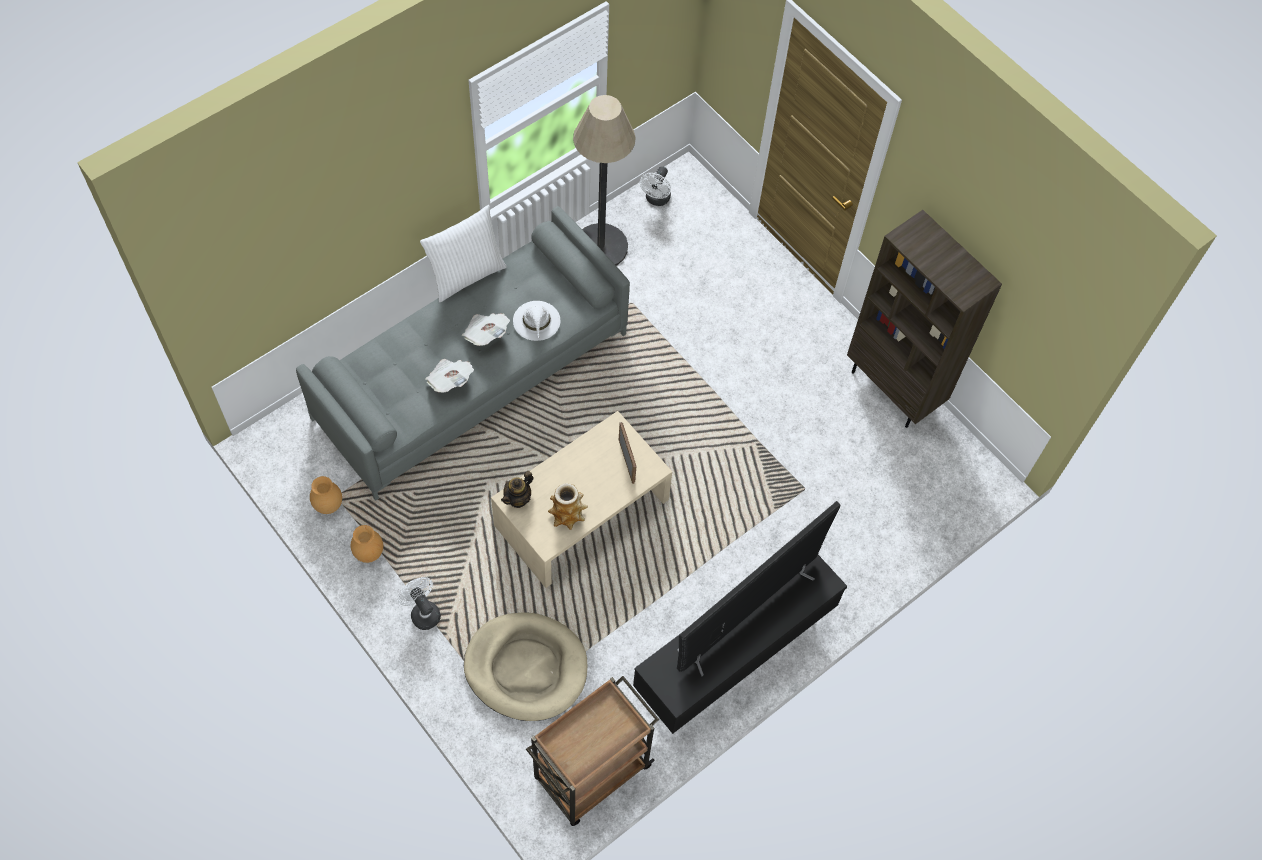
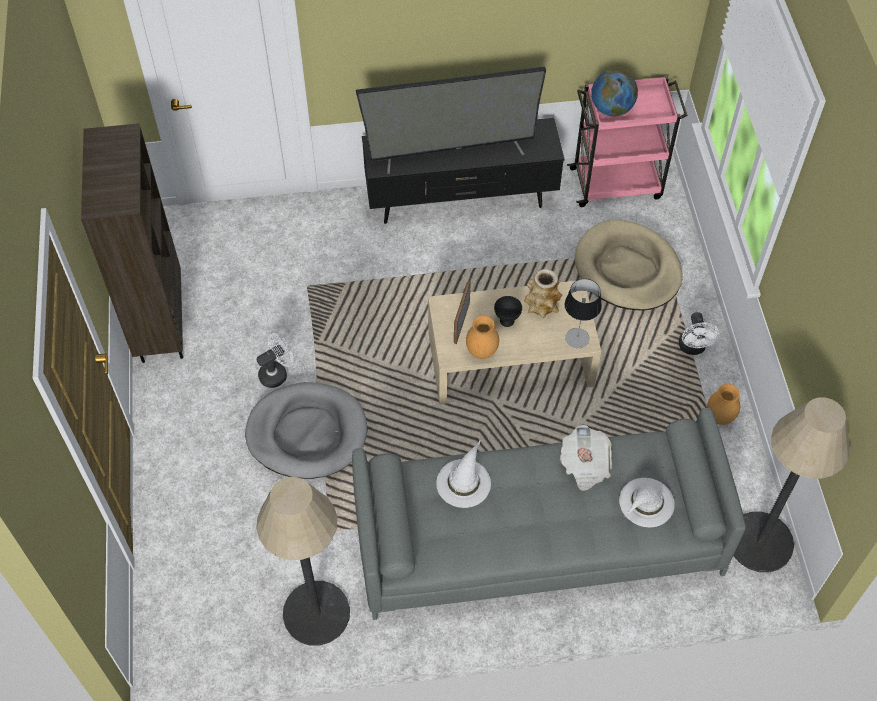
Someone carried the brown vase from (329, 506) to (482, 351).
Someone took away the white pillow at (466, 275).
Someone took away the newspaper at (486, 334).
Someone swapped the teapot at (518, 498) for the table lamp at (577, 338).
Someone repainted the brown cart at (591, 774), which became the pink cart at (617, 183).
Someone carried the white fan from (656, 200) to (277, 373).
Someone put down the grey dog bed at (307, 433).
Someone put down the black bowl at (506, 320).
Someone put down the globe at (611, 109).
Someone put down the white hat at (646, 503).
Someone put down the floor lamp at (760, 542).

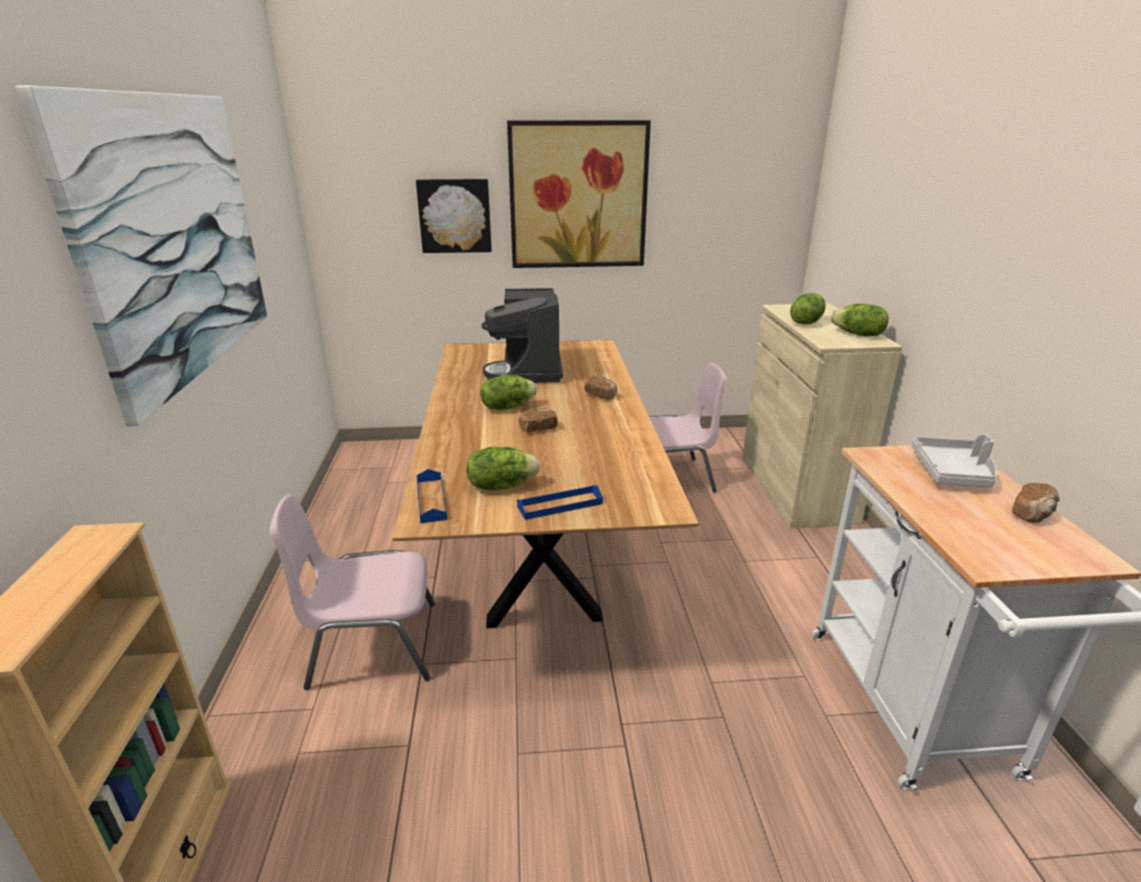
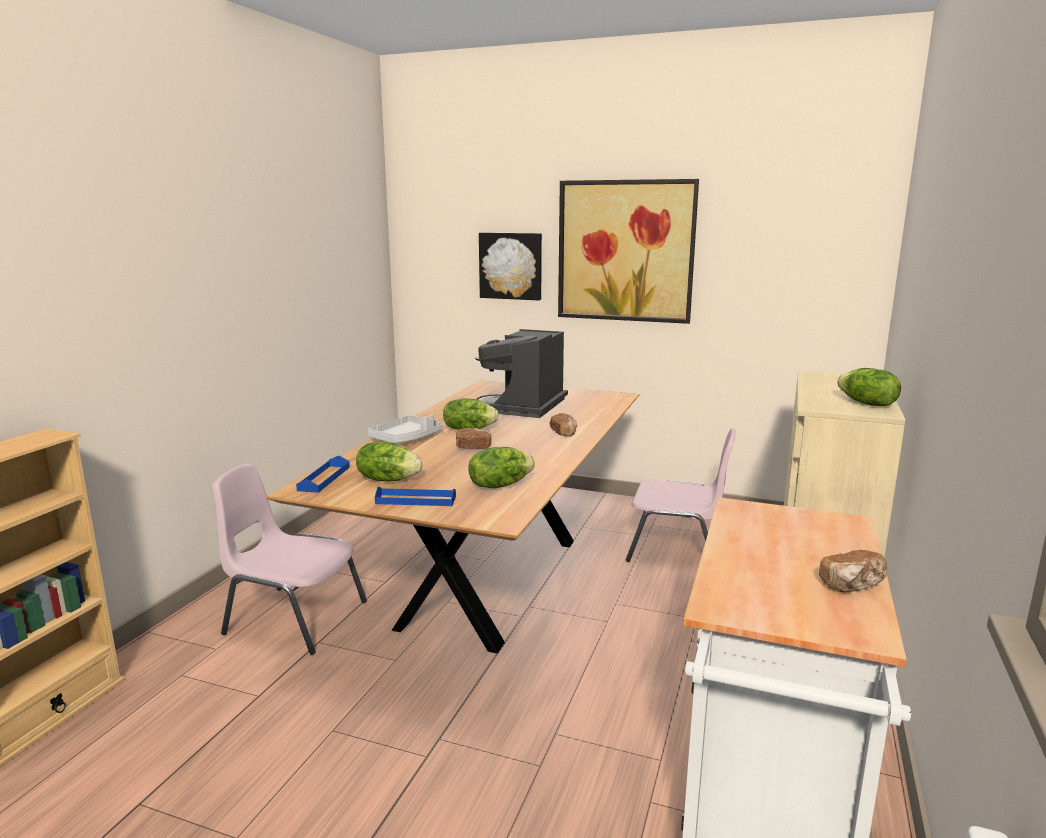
Someone took away the picture at (175, 237).
Someone carried the lettuce from (806, 322) to (499, 485).
Someone carried the grey tray from (953, 472) to (406, 438).

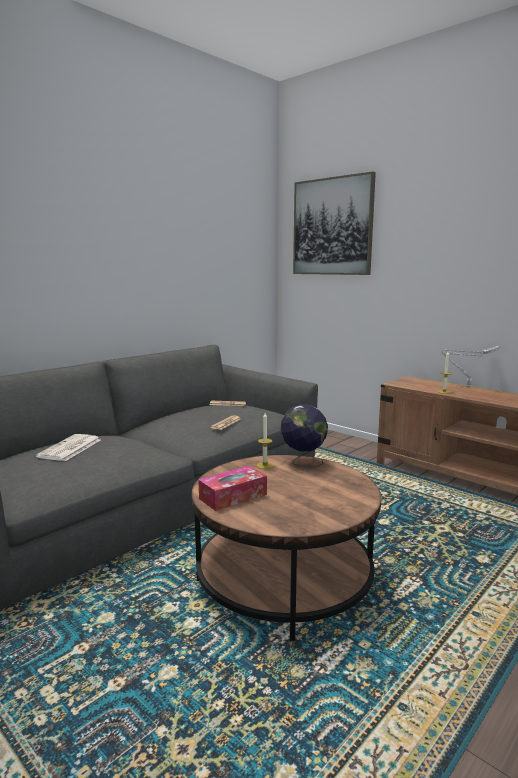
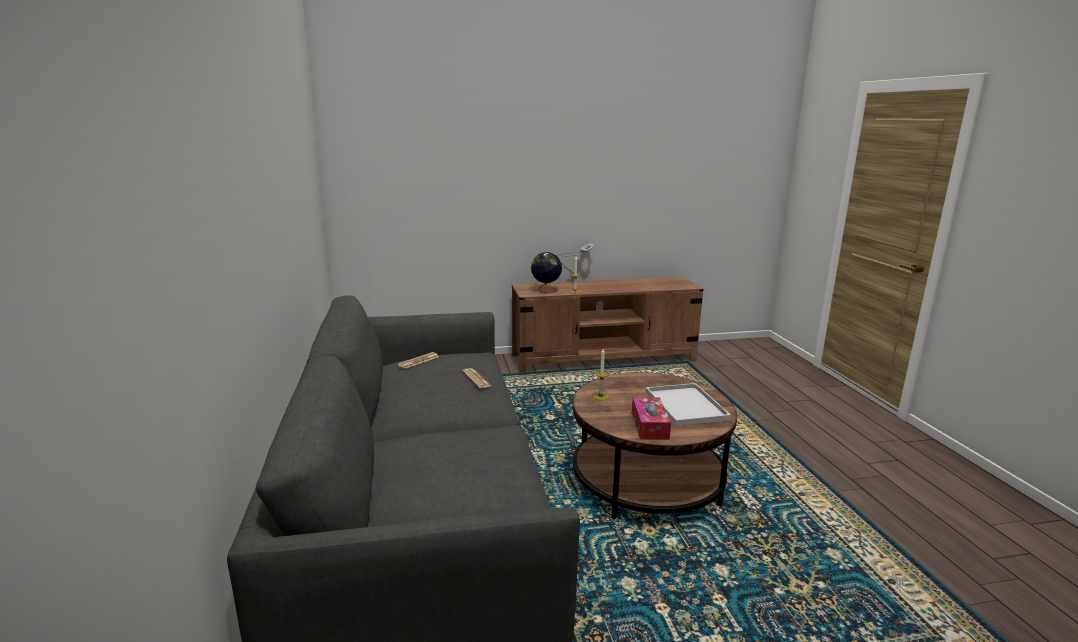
Someone took away the newspaper at (70, 448).
Someone carried the globe from (303, 462) to (546, 290).
Someone took away the picture at (332, 227).
Someone put down the white tray at (684, 405).

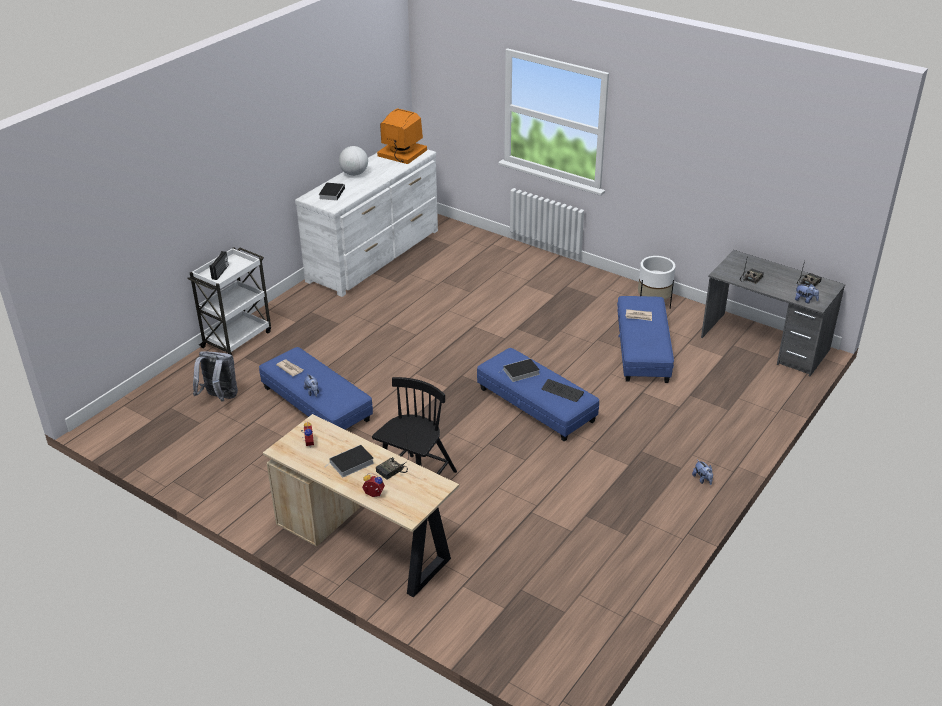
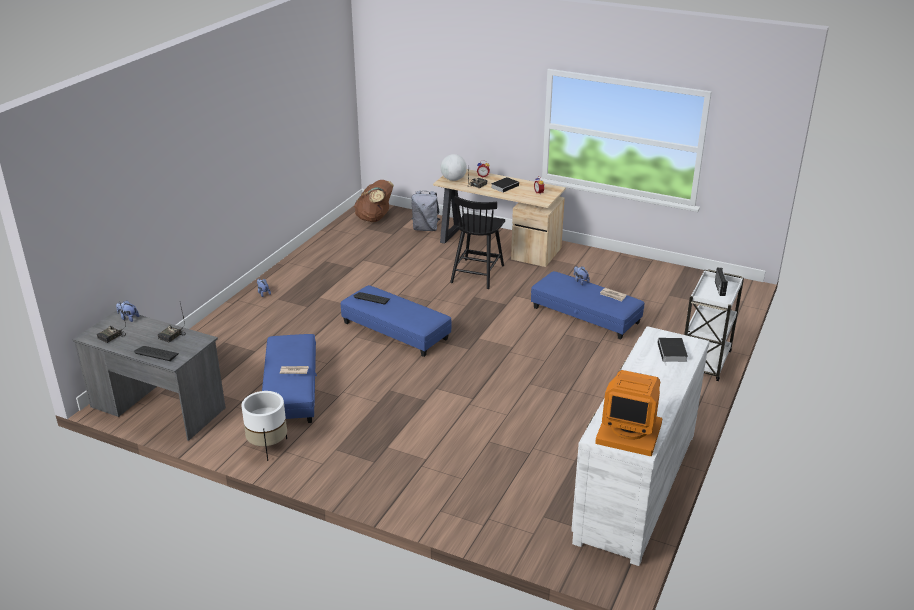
Someone carried the grey backpack from (219, 398) to (425, 229).
Someone carried the globe from (354, 174) to (453, 179).
Someone took away the book at (520, 372).
Someone put down the keyboard at (156, 354).
Someone put down the brown backpack at (375, 219).

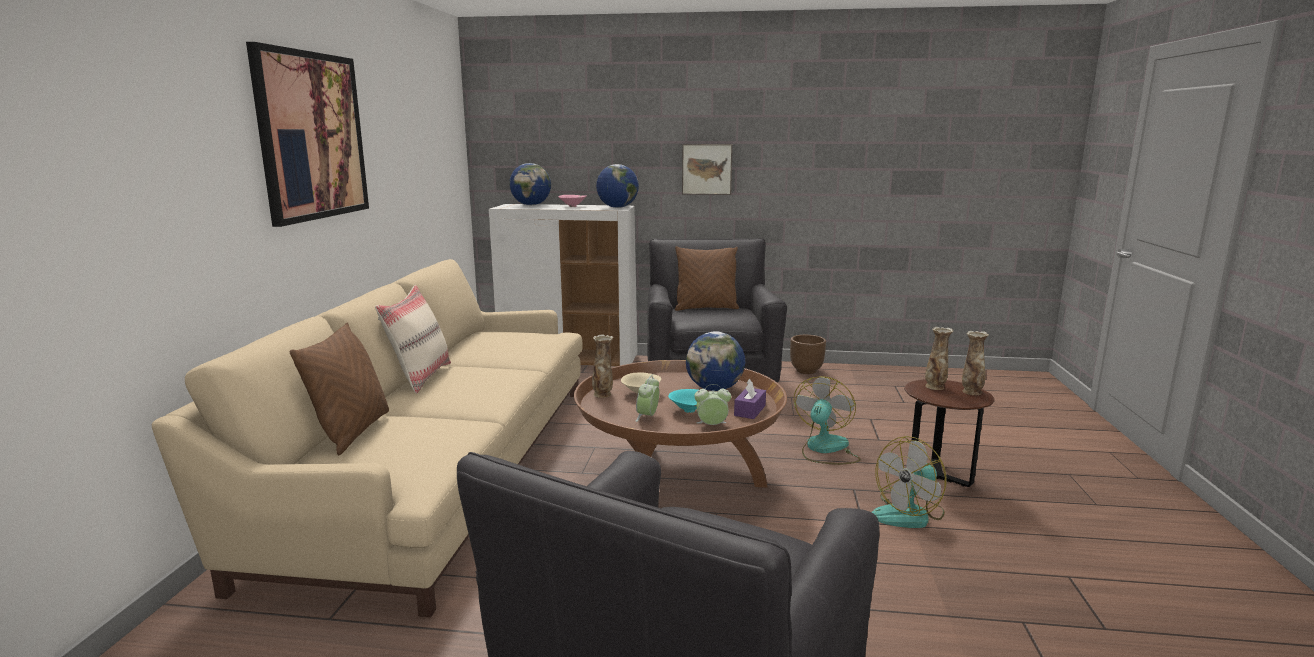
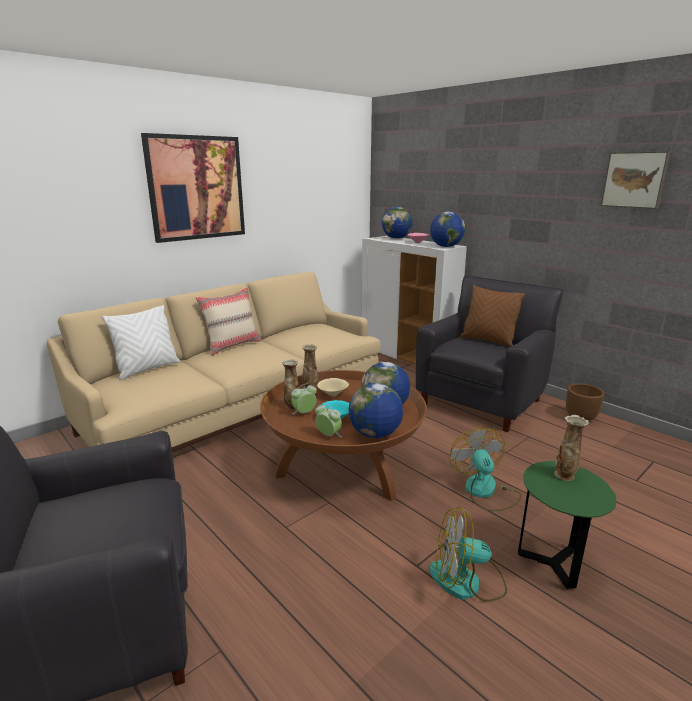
Someone repainted the brown pillow at (352, 432), which became the white pillow at (147, 369).
Someone carried the picture from (707, 169) to (635, 180).
Someone swapped the purple tissue box at (750, 410) for the globe at (375, 434).
Someone rotated the fan at (825, 449) by 75 degrees counterclockwise.
Someone repainted the brown side table at (938, 476), which became the green side table at (553, 564).
Someone carried the vase from (971, 392) to (292, 406).

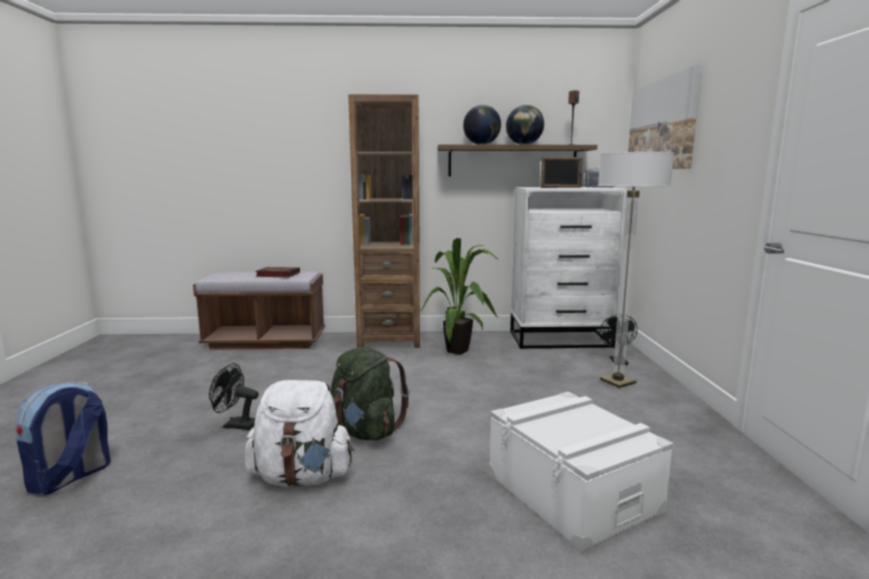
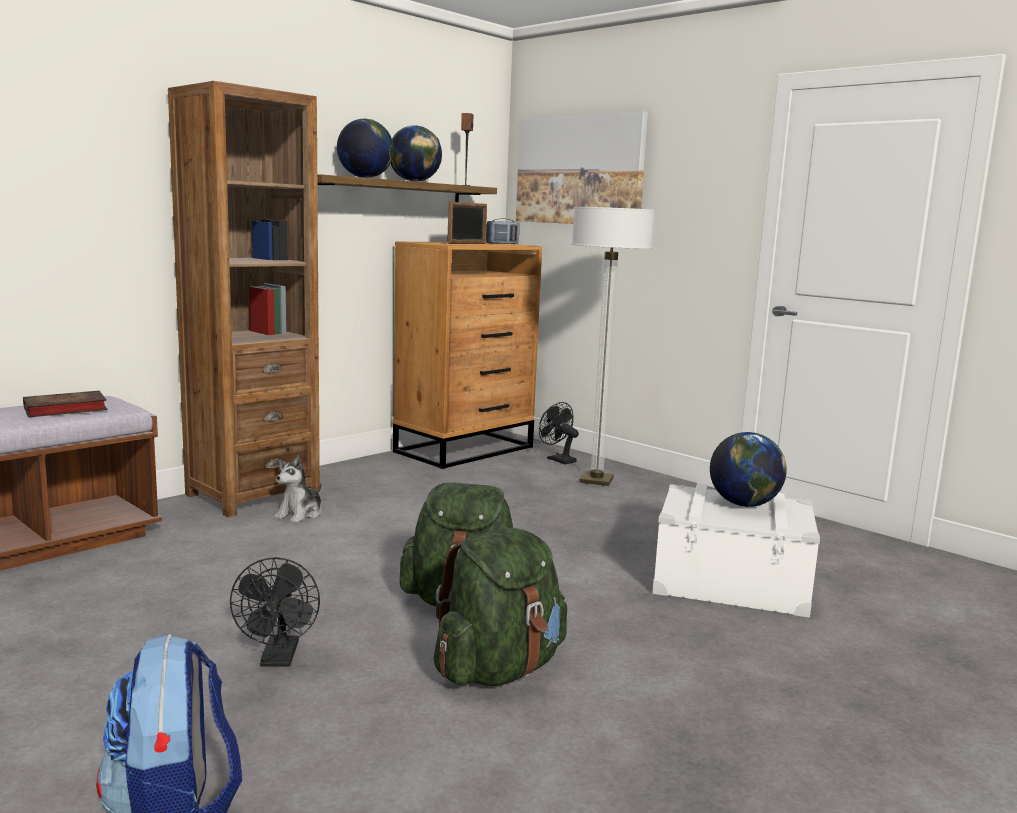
Someone rotated the black fan at (235, 425) by 60 degrees counterclockwise.
Someone repainted the white backpack at (302, 477), which became the green backpack at (499, 669).
Someone took away the potted plant at (460, 350).
Someone repainted the white dresser at (561, 339), which became the brown dresser at (465, 449).
Someone put down the plush toy at (300, 514).
Someone put down the globe at (744, 505).

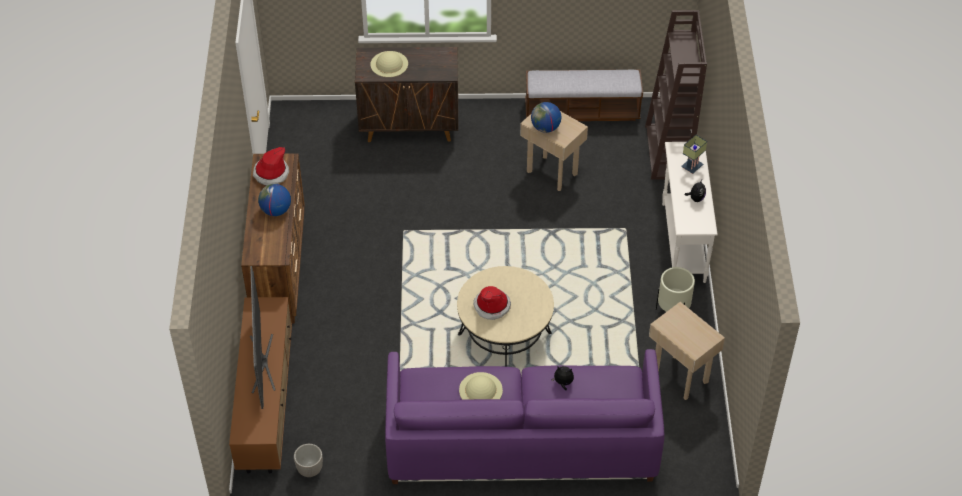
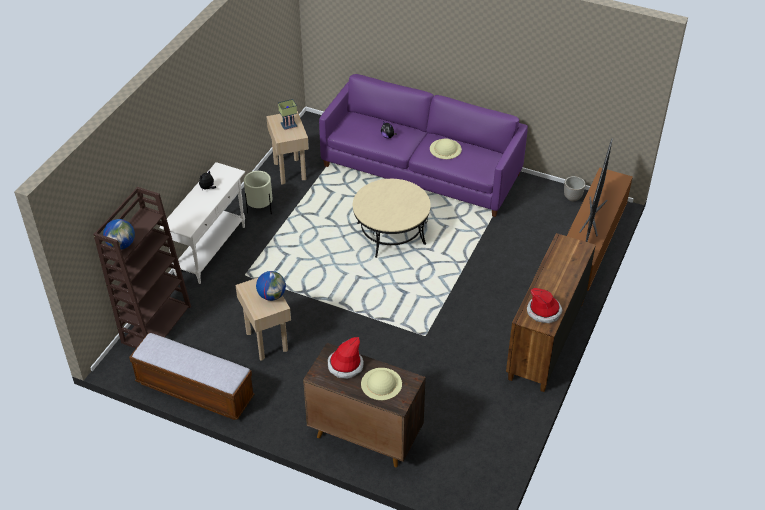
Someone carried the globe from (276, 210) to (121, 245).
Someone carried the hat from (492, 306) to (345, 365).
Someone carried the table lamp from (691, 166) to (288, 126).

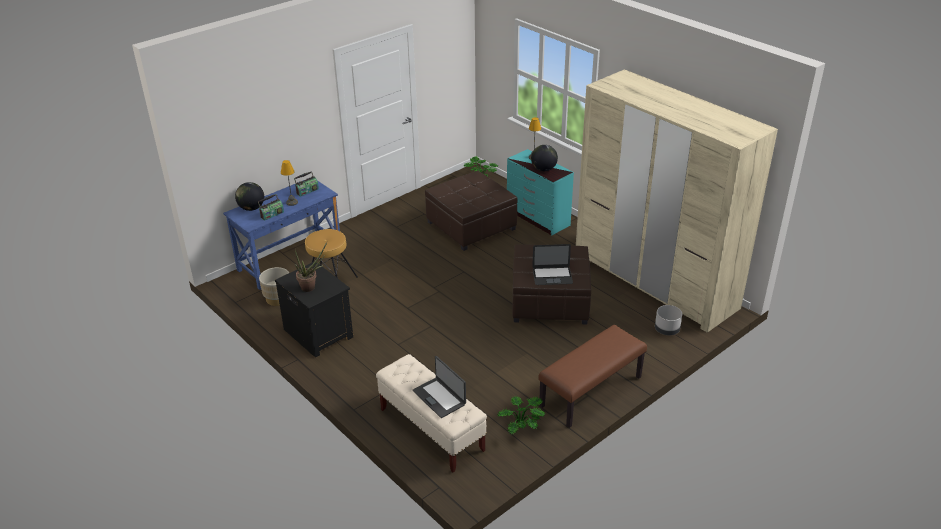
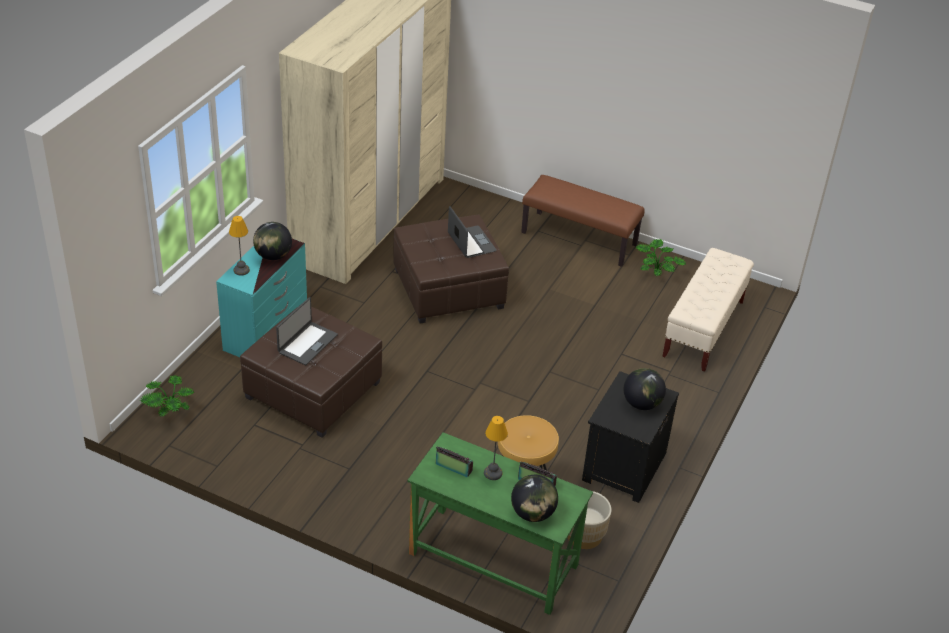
Someone repainted the blue desk at (290, 260), which became the green desk at (492, 560).
Someone swapped the potted plant at (311, 287) for the globe at (641, 404).
Someone carried the laptop from (439, 397) to (307, 343).
Someone took away the grey planter at (667, 330).

